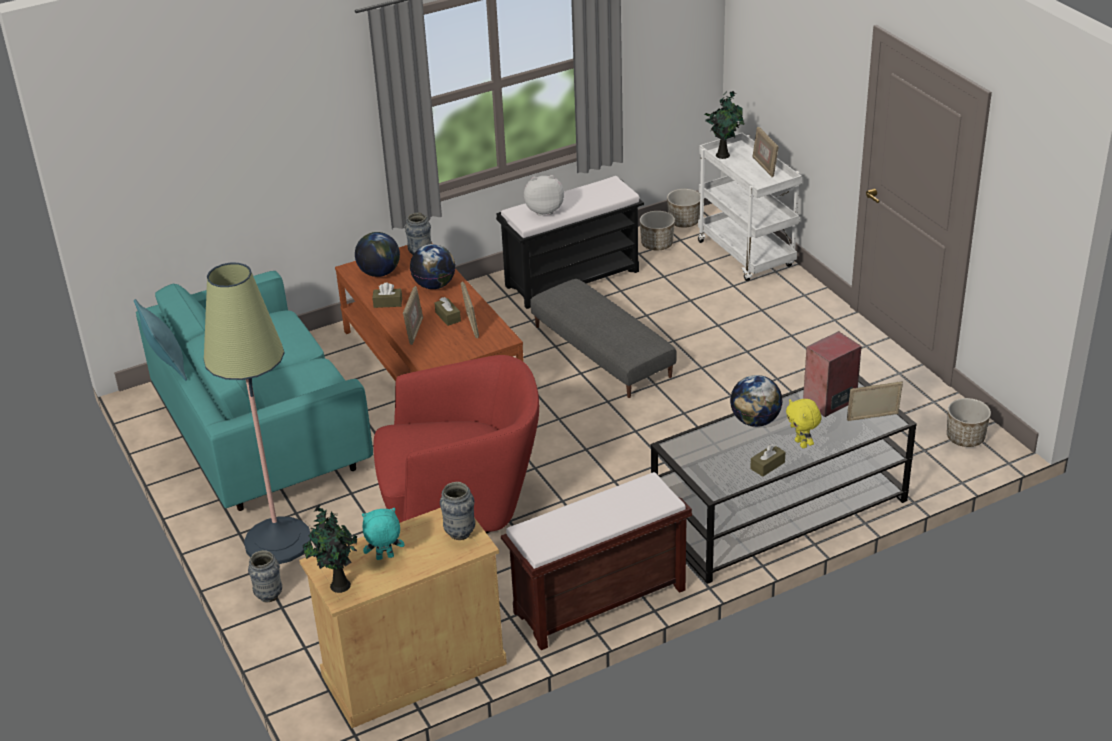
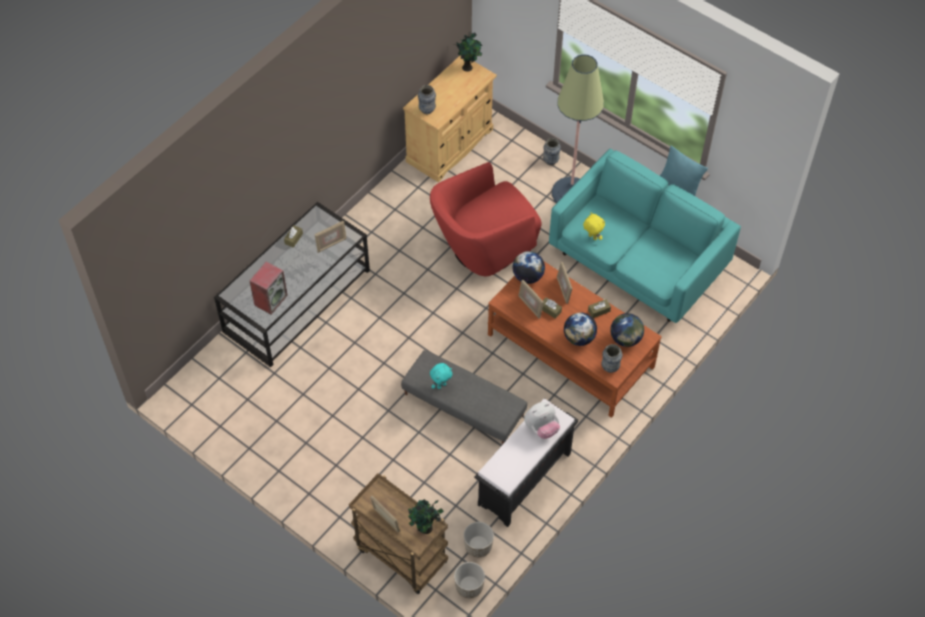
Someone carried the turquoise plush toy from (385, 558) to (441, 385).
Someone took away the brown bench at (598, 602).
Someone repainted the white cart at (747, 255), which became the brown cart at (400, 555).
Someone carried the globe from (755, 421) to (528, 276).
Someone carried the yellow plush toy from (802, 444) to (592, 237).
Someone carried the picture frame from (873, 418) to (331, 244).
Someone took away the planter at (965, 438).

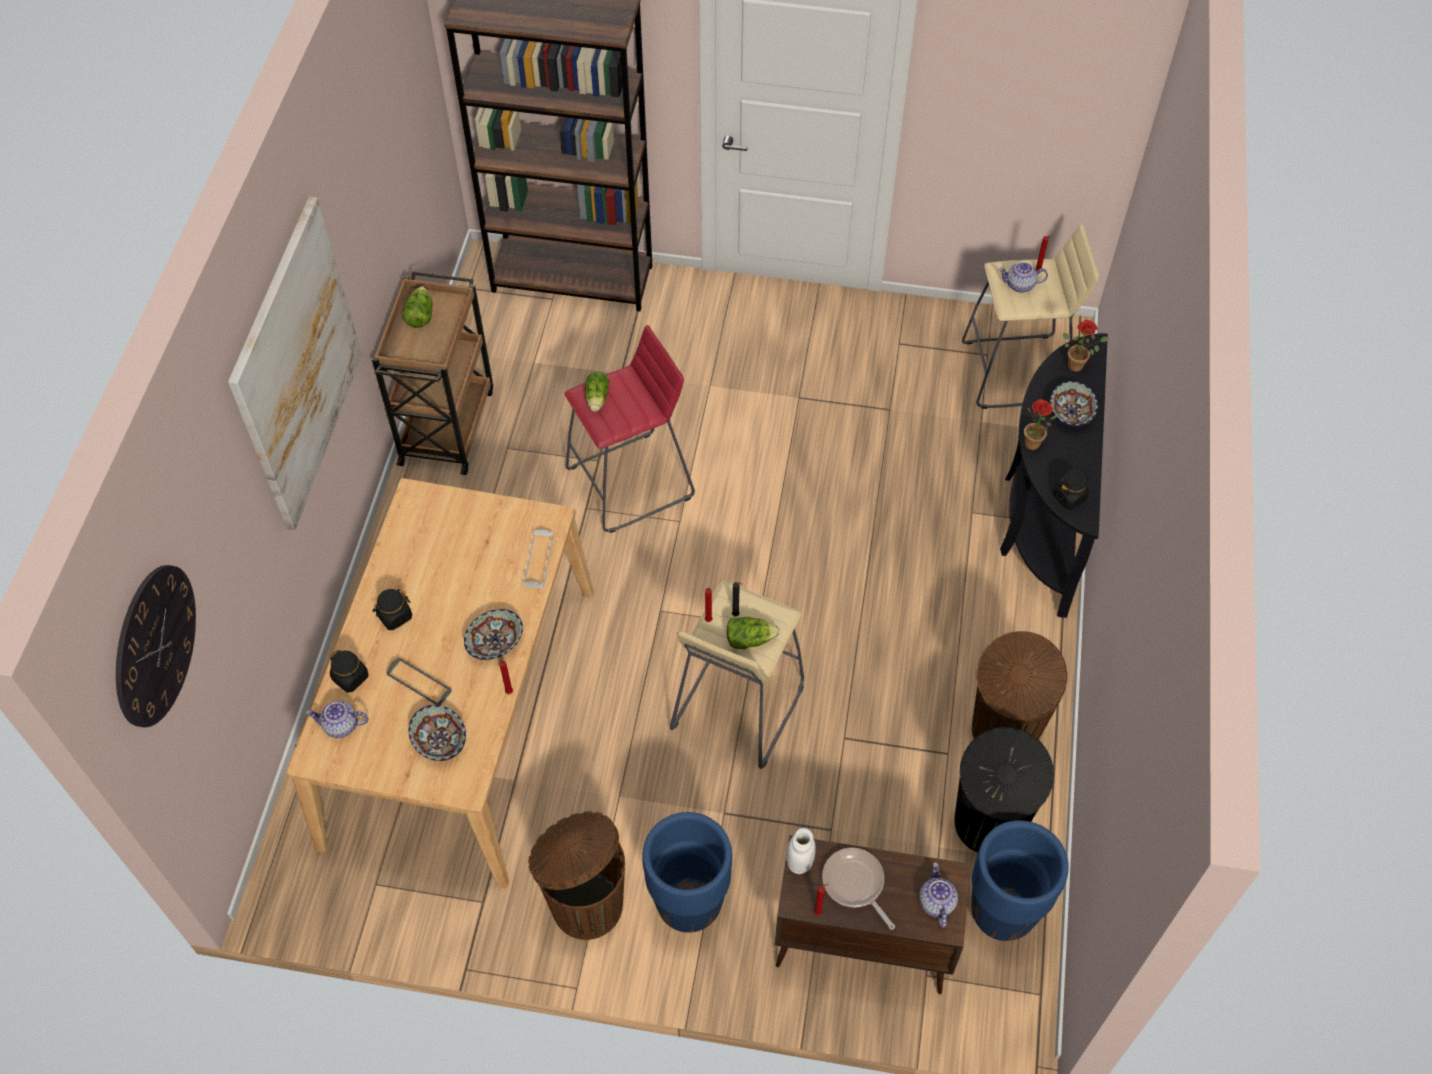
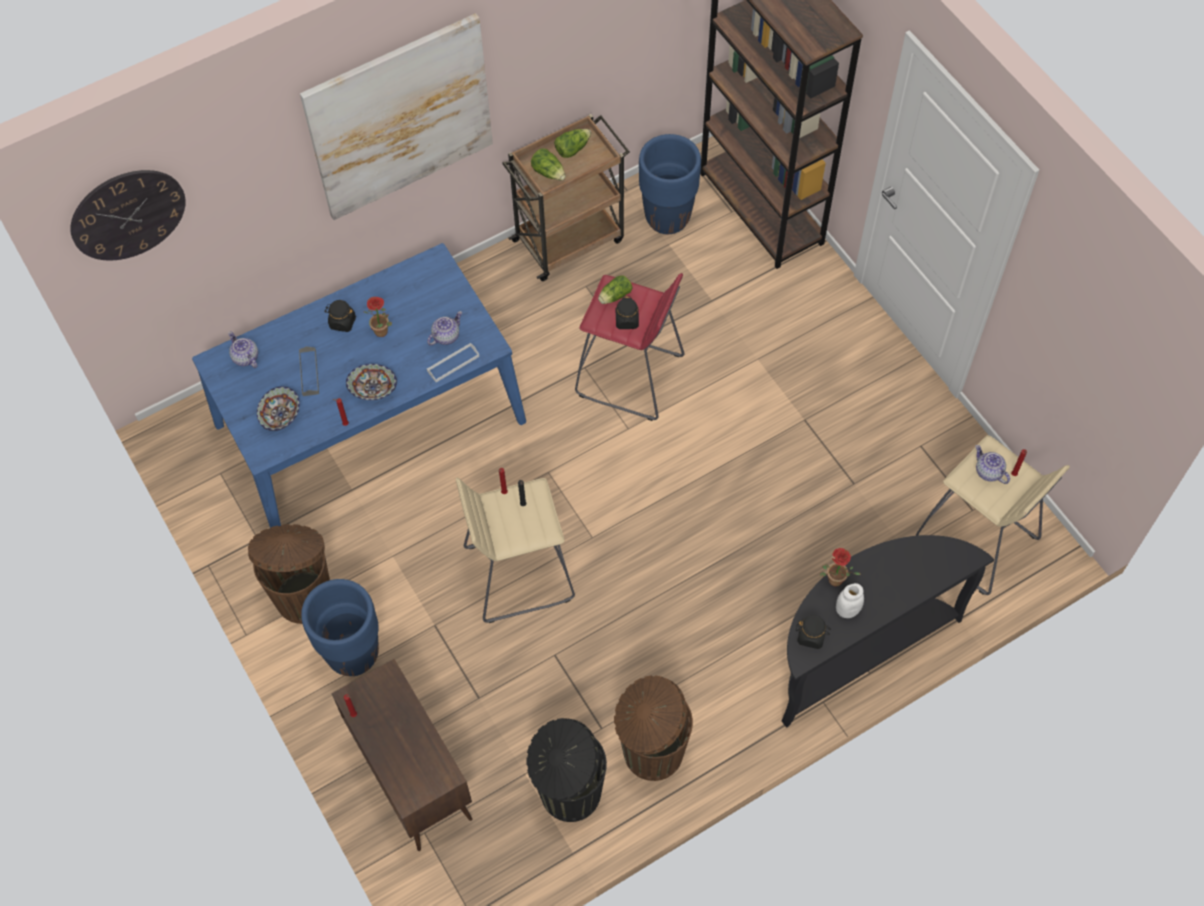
Someone repainted the beige dining table at (461, 714), which became the blue dining table at (370, 423).
Someone carried the black jar from (350, 678) to (627, 320).
Someone carried the lettuce from (749, 639) to (549, 172).
Someone carried the white jar from (799, 862) to (847, 610).
Someone took away the frying pan at (855, 884).
Someone carried the teapot from (936, 902) to (446, 336).
Someone carried the blue planter from (1001, 913) to (667, 218).
Someone took away the bowl at (1071, 413).
Someone carried the potted plant from (1078, 365) to (383, 332).

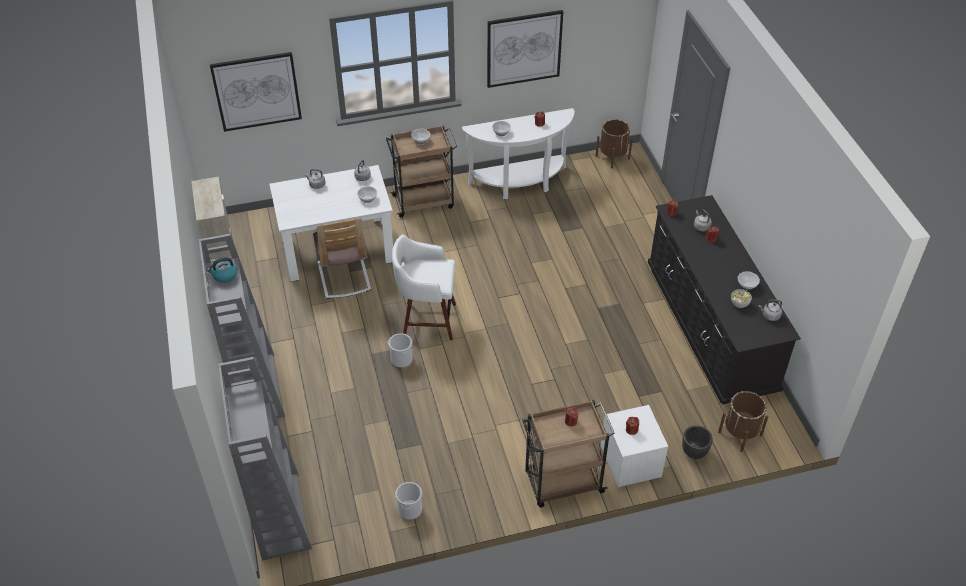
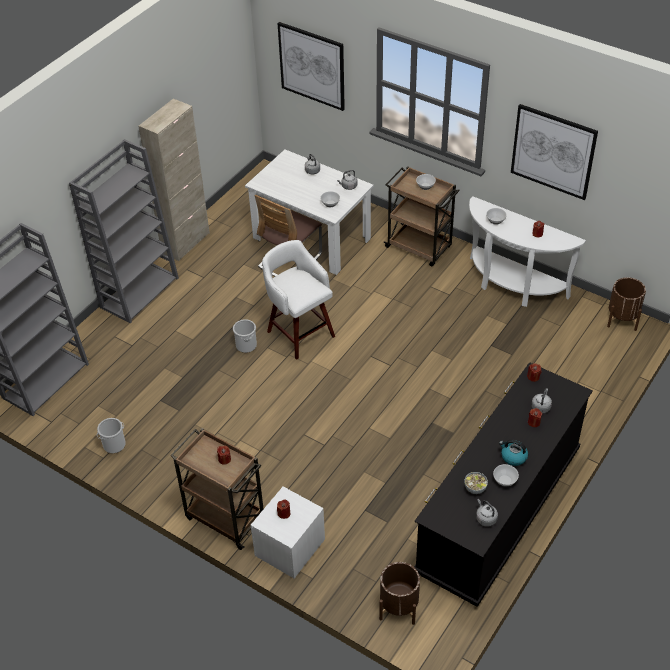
Someone carried the kettle from (224, 276) to (513, 457).
Someone took away the black planter at (694, 452).

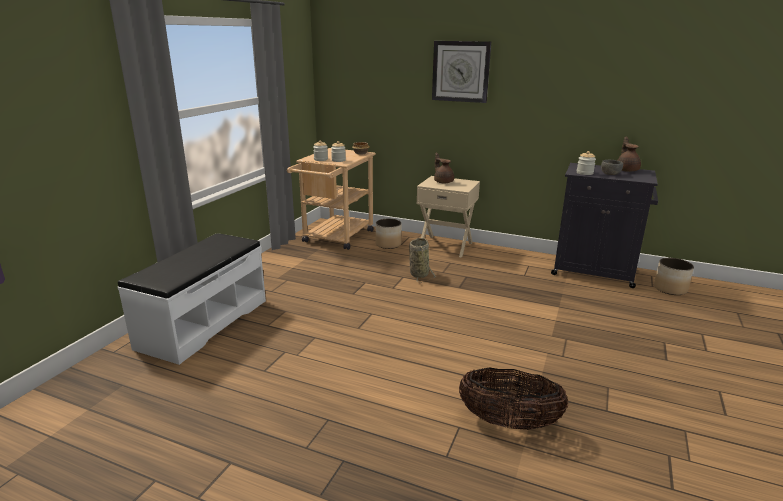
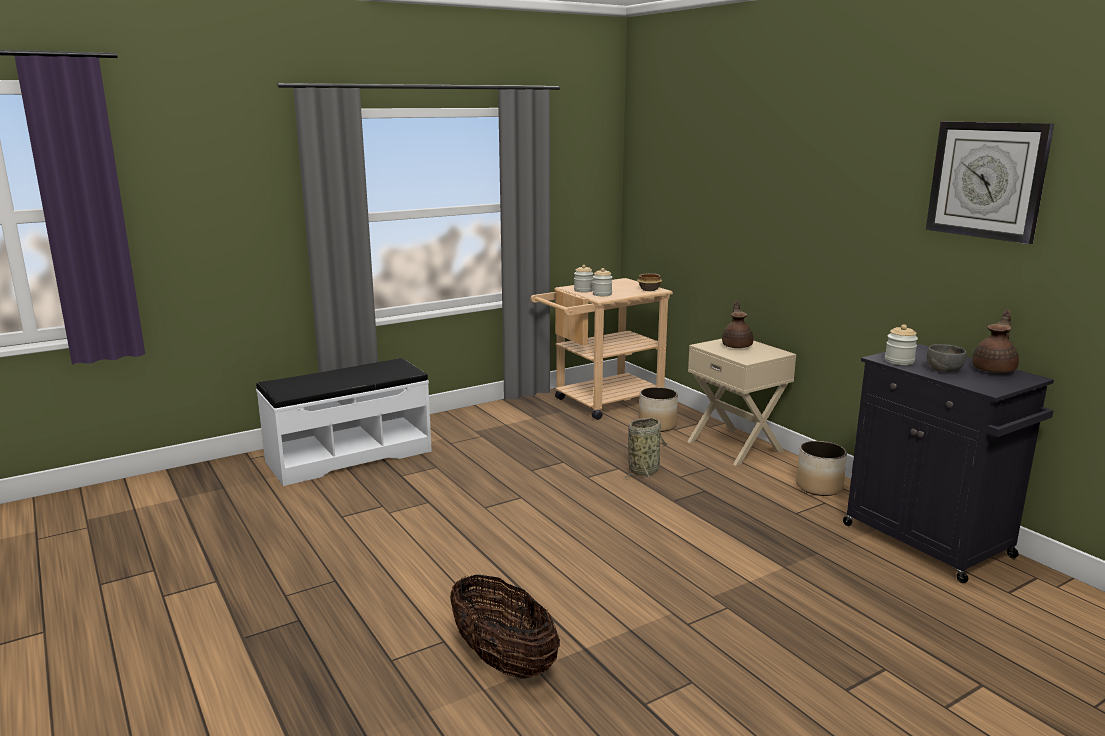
Someone carried the wall clock from (461, 71) to (987, 180).
Someone carried the planter from (670, 289) to (819, 487).

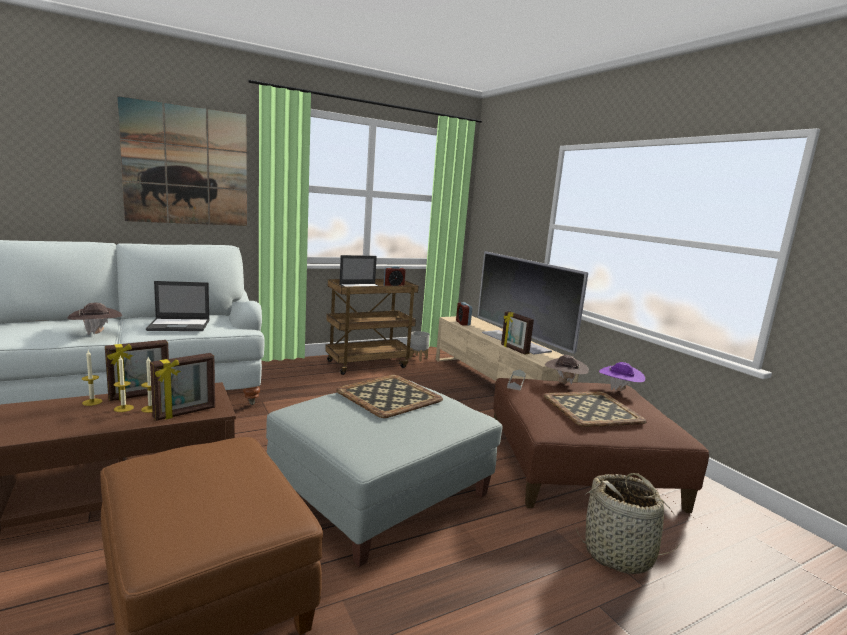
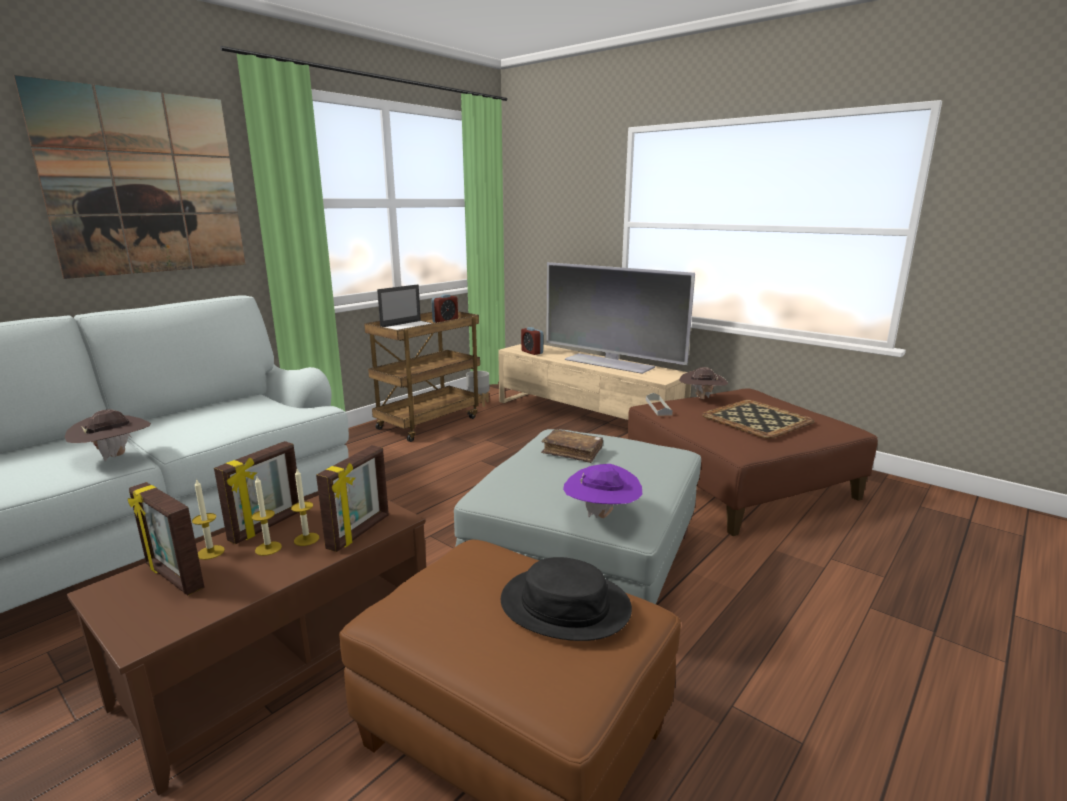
Someone took away the laptop at (180, 325).
Someone swapped the tray at (389, 396) for the brown book at (572, 452).
Someone carried the picture frame from (514, 349) to (173, 577).
Someone took away the basket at (619, 554).
Someone carried the purple hat from (619, 391) to (601, 516).
Someone put down the black hat at (565, 605).

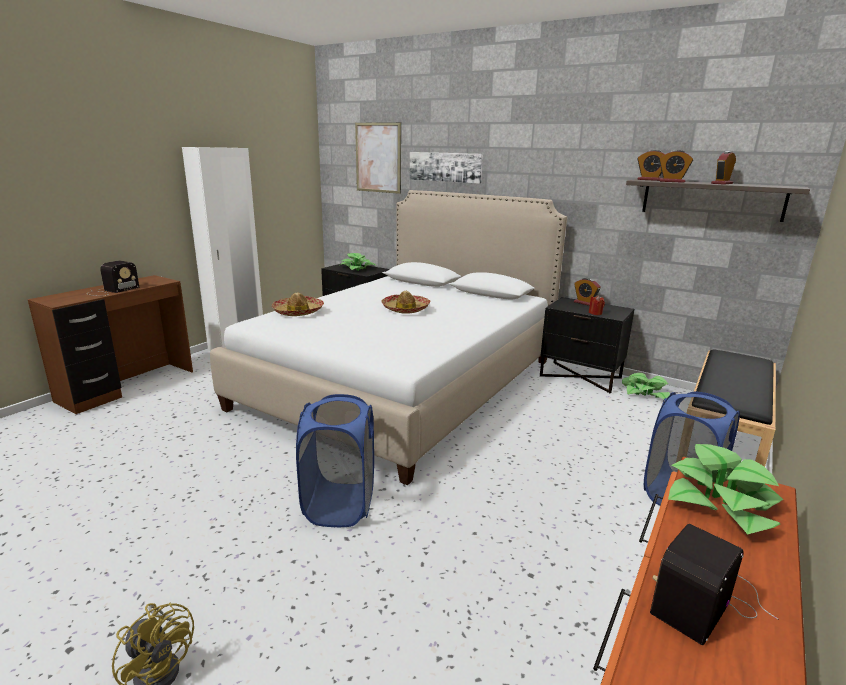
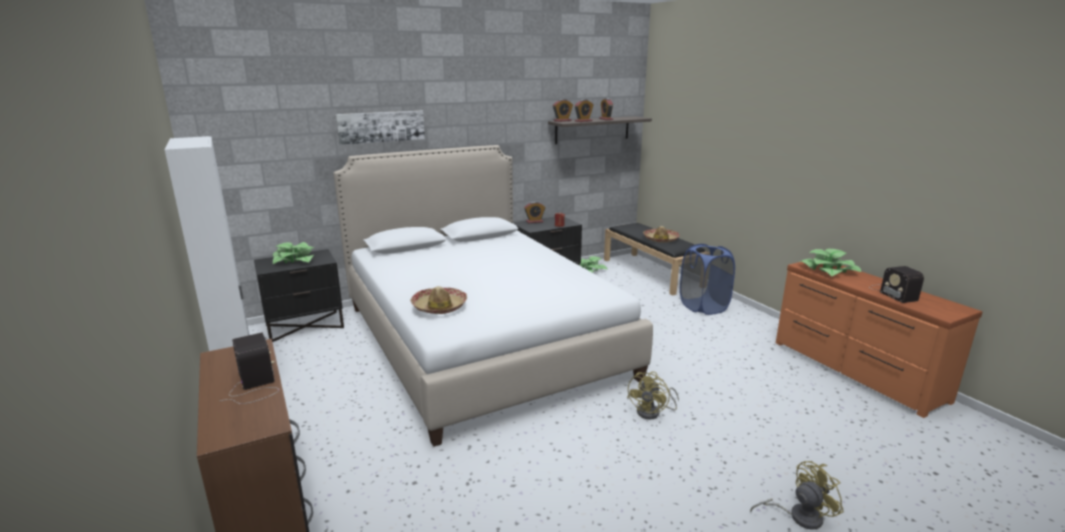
Someone swapped the blue laundry basket at (340, 505) for the yellow fan at (653, 412).
Someone took away the picture at (378, 158).
Someone carried the hat from (405, 309) to (660, 239).

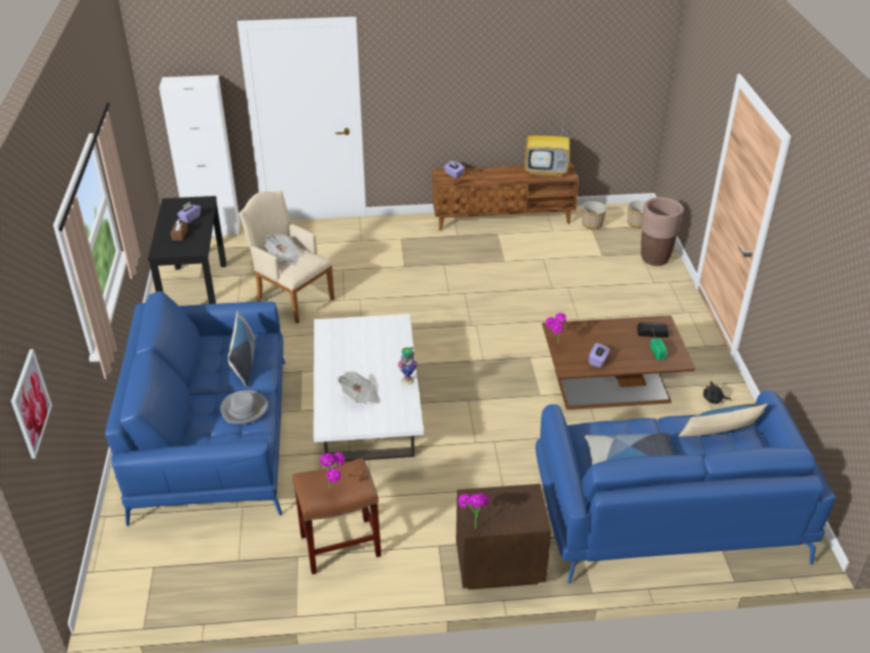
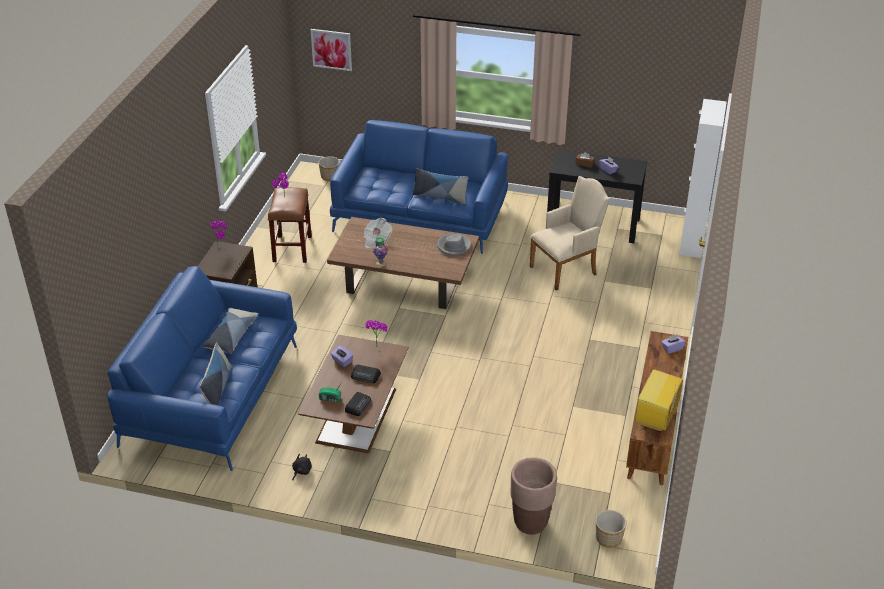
Someone carried the grey hat from (244, 409) to (453, 246).
Someone took away the newspaper at (284, 257).
Someone repainted the white coffee table at (366, 411), which became the brown coffee table at (405, 281).
Someone carried the planter from (592, 224) to (330, 176).
Someone put down the radio at (366, 376).

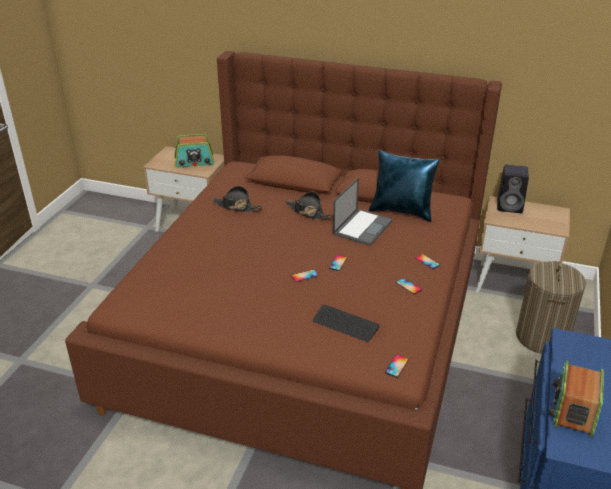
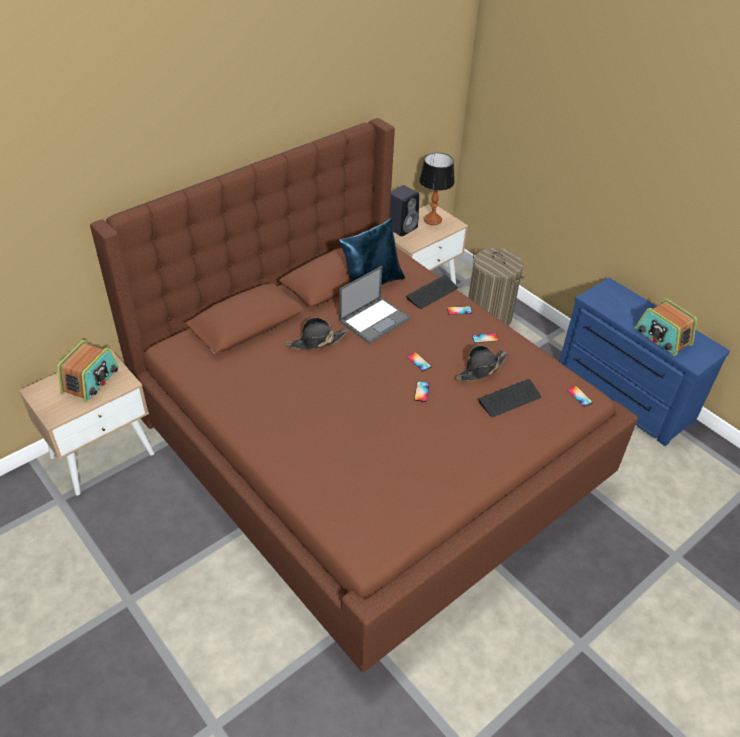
Someone carried the black hat from (236, 206) to (481, 369).
Someone rotated the laptop at (362, 227) by 75 degrees clockwise.
Someone put down the keyboard at (432, 293).
Someone put down the table lamp at (432, 220).

